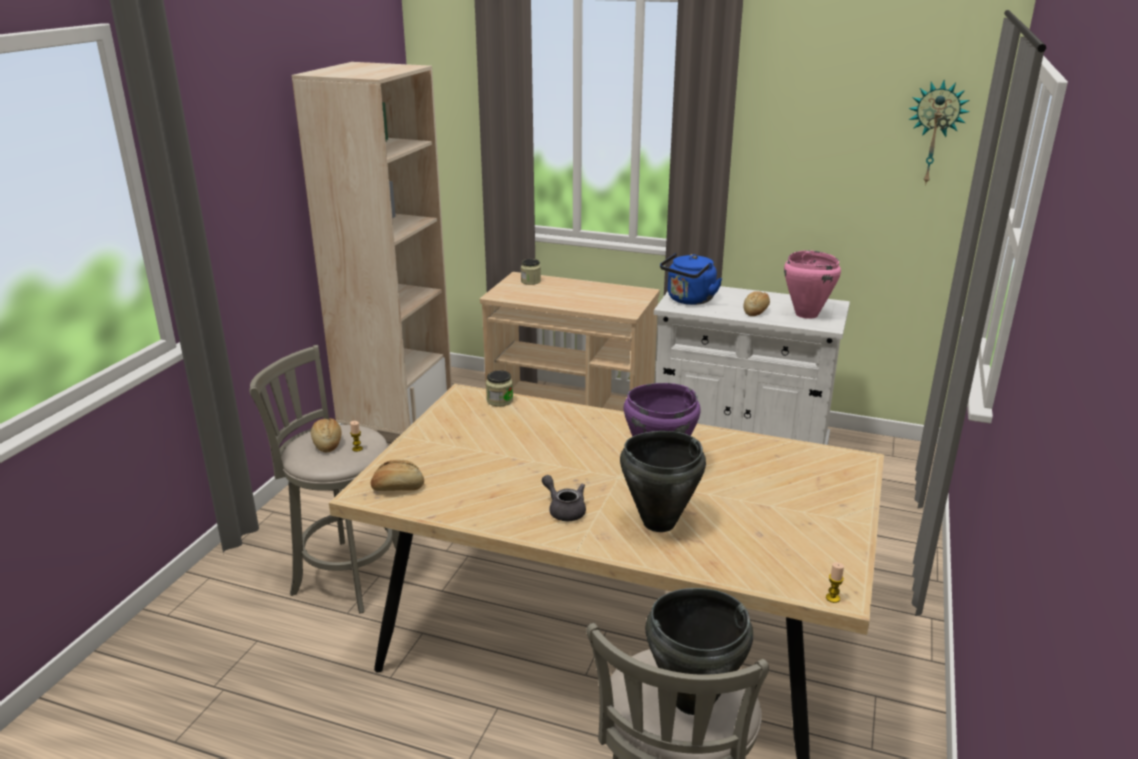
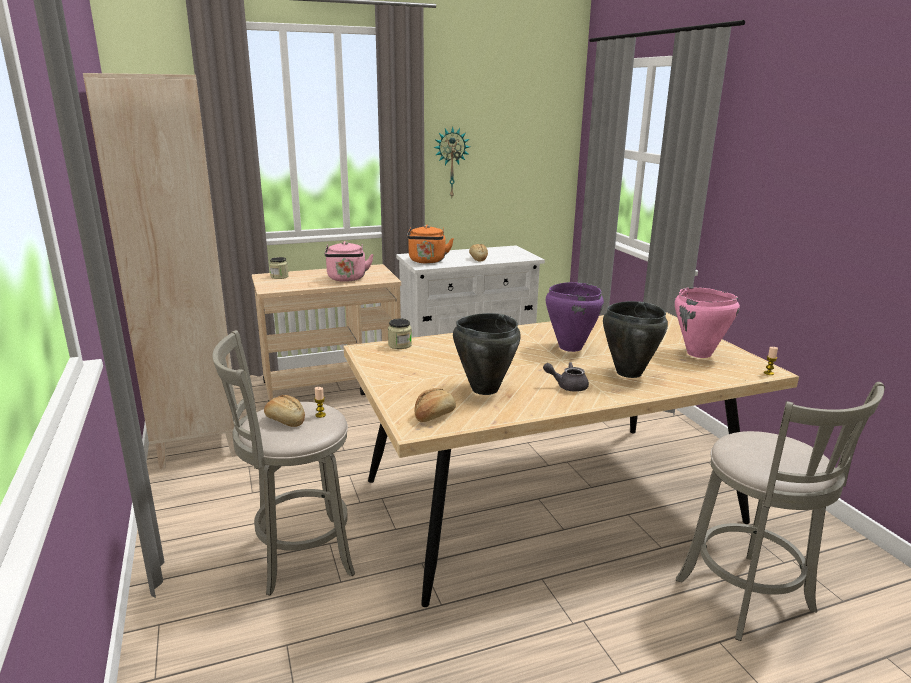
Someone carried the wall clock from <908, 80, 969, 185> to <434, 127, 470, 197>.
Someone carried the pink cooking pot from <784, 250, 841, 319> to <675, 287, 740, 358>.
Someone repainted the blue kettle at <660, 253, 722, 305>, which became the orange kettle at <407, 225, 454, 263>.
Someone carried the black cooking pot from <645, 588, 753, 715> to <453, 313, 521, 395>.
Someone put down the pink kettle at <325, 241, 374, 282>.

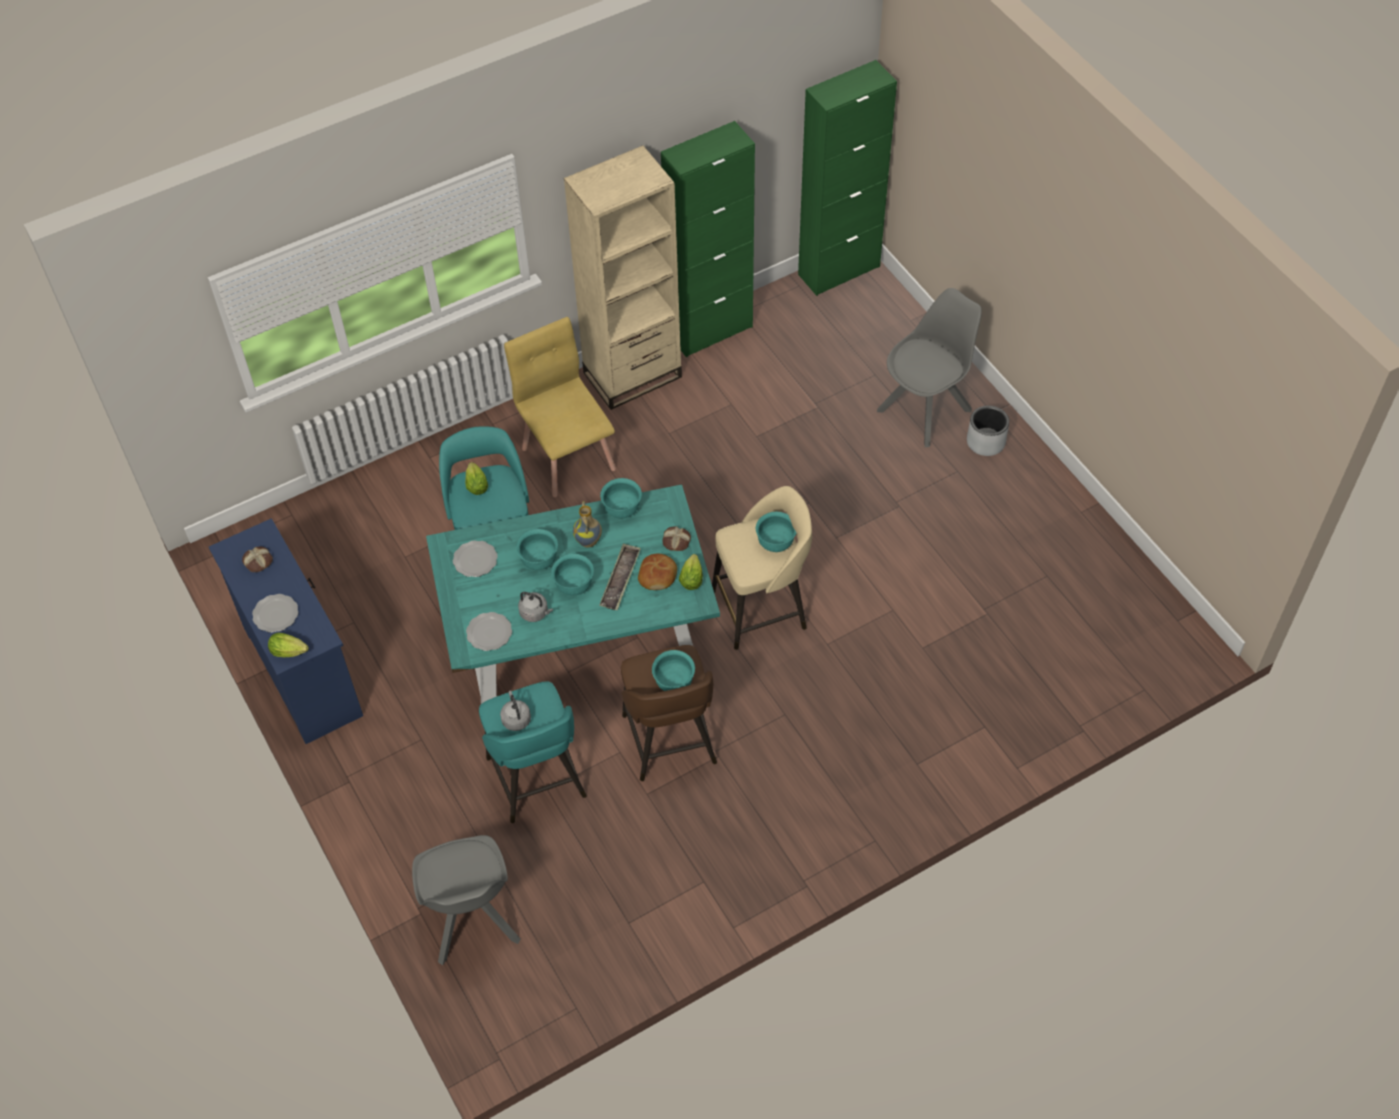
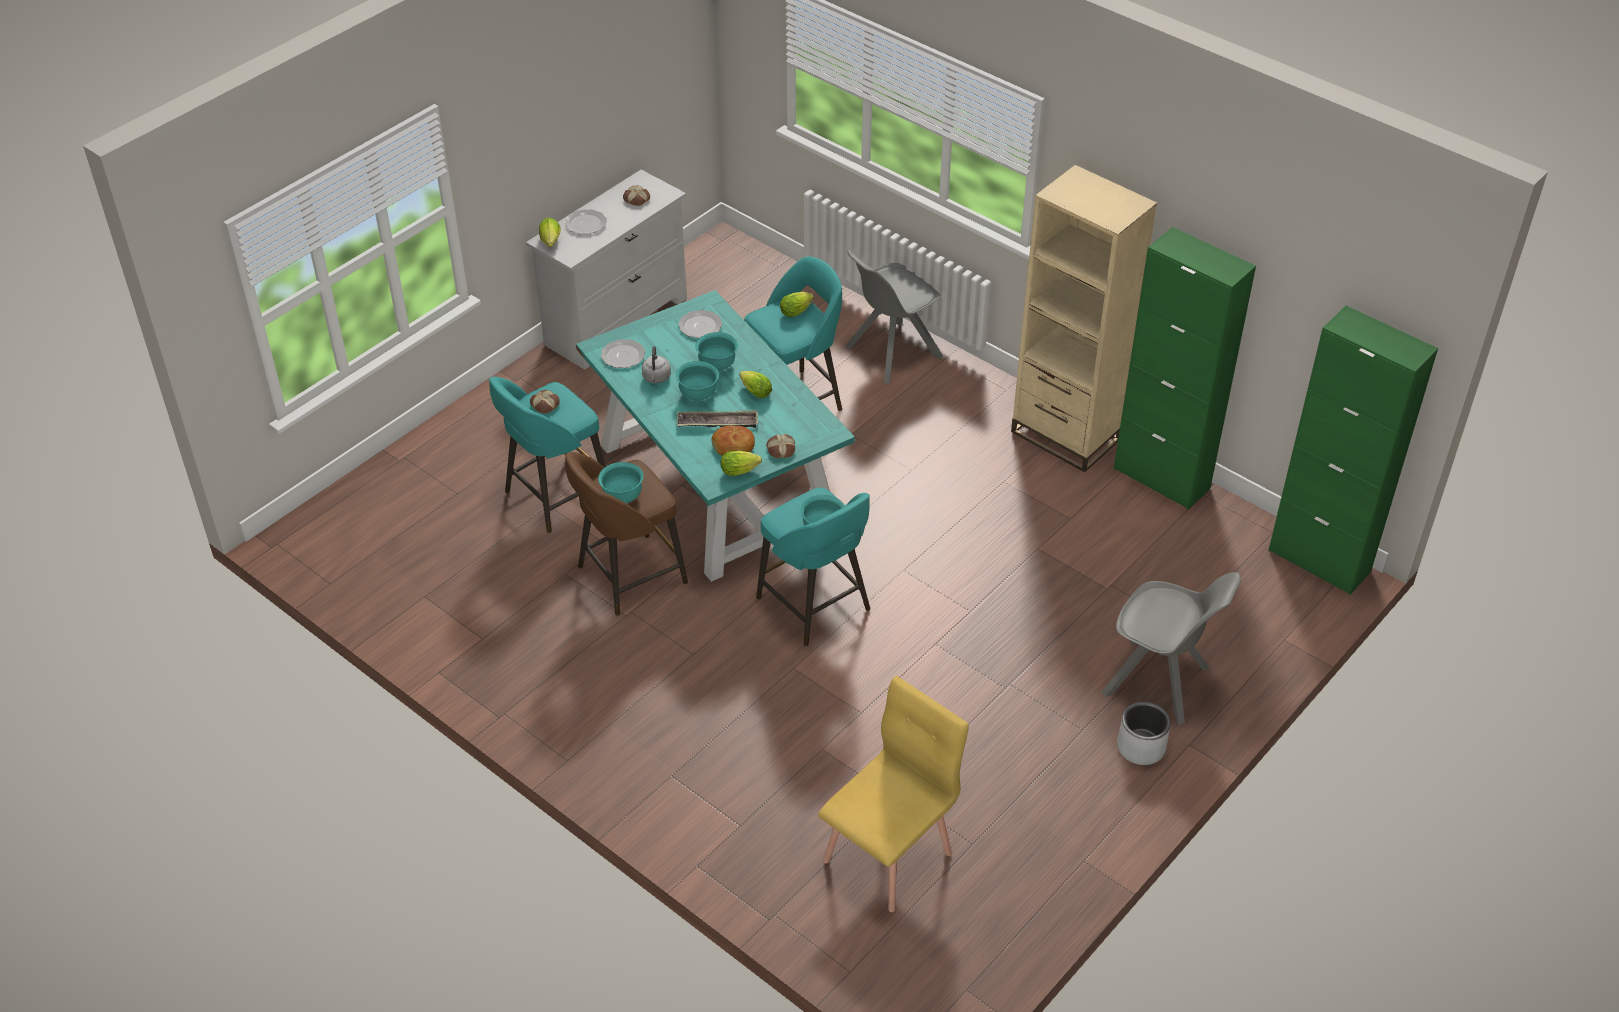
Someone carried the yellow chair from <504, 317, 616, 497> to <818, 676, 969, 912>.
Someone took away the turquoise bowl at <600, 478, 642, 518>.
Someone repainted the beige stool at <712, 486, 812, 650>, which became the turquoise stool at <756, 487, 870, 646>.
Someone swapped the vase at <573, 501, 602, 548> for the lettuce at <739, 371, 772, 398>.
Someone repainted the blue dresser at <209, 518, 363, 744>, which became the white dresser at <526, 170, 687, 370>.
Someone swapped the grey kettle at <500, 690, 531, 731> for the bread at <530, 390, 560, 414>.
Someone carried the grey chair from <412, 835, 520, 966> to <845, 249, 943, 384>.

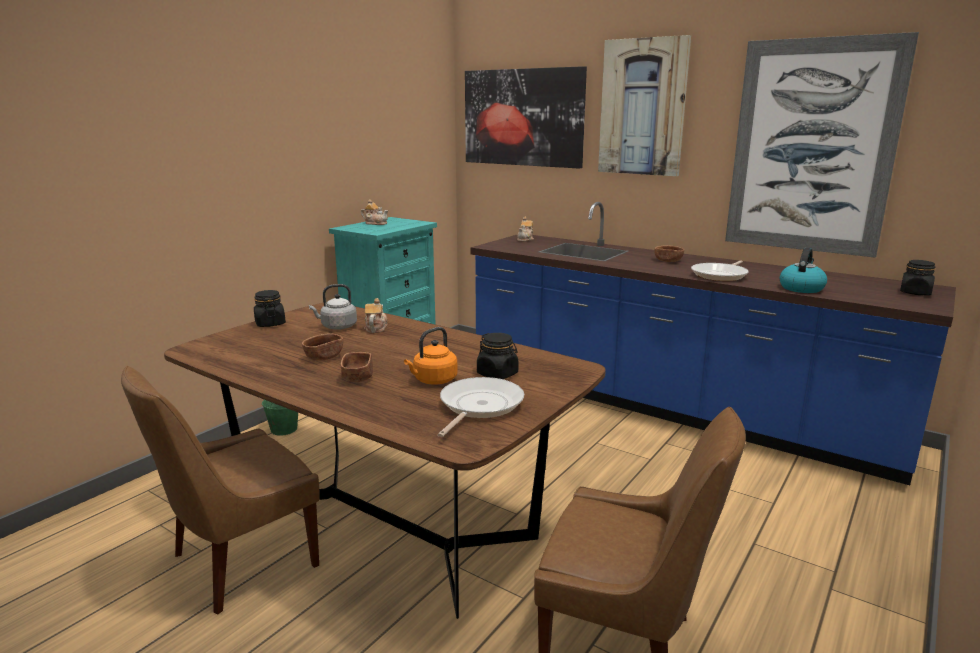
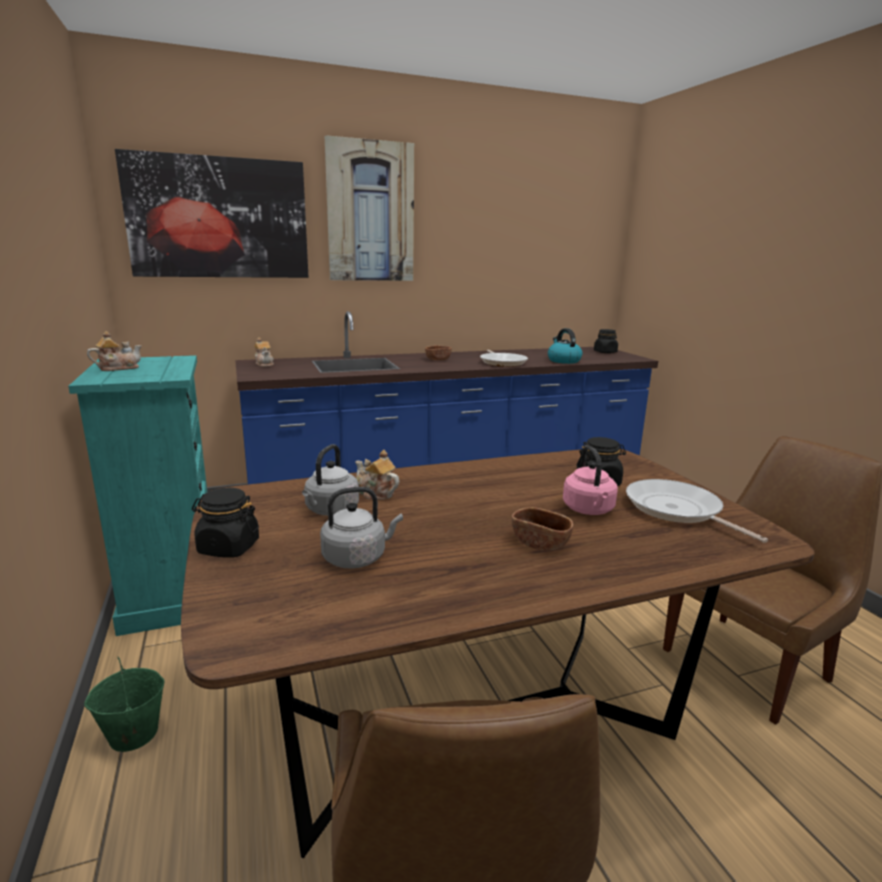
Someone took away the picture at <725, 32, 919, 258>.
Someone repainted the orange kettle at <404, 327, 458, 384>, which became the pink kettle at <563, 446, 618, 515>.
Someone took away the brown bowl at <302, 333, 343, 361>.
Someone put down the grey kettle at <320, 487, 403, 569>.

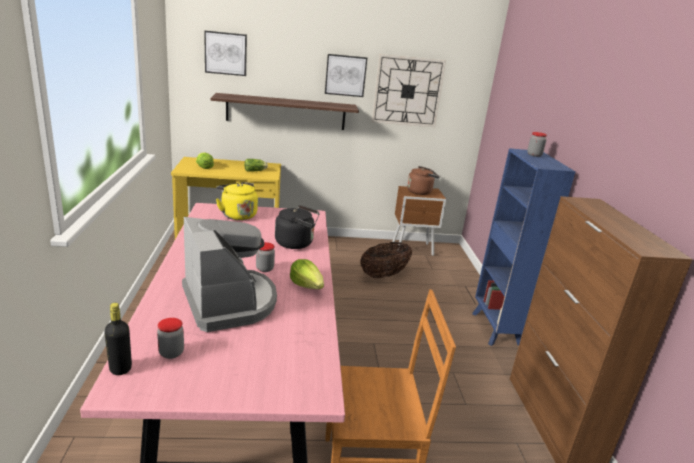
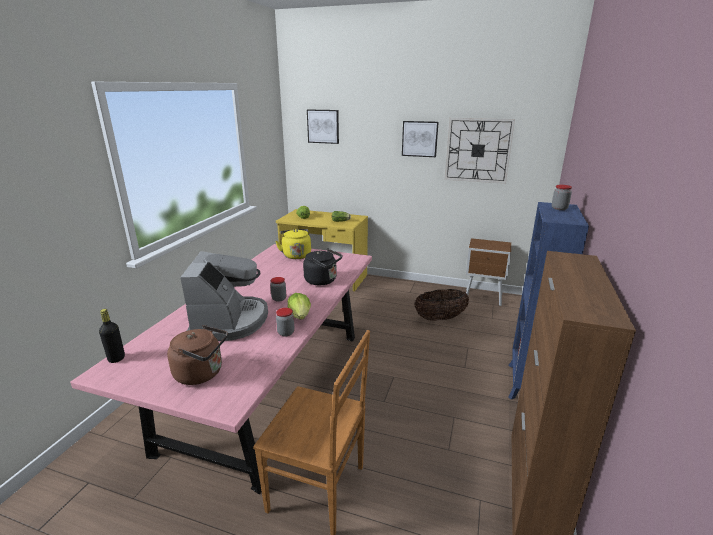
Someone took away the shelf at <210, 93, 359, 130>.
Someone carried the brown kettle from <407, 166, 440, 195> to <167, 325, 228, 385>.
Someone carried the jar from <157, 318, 184, 359> to <276, 308, 295, 337>.

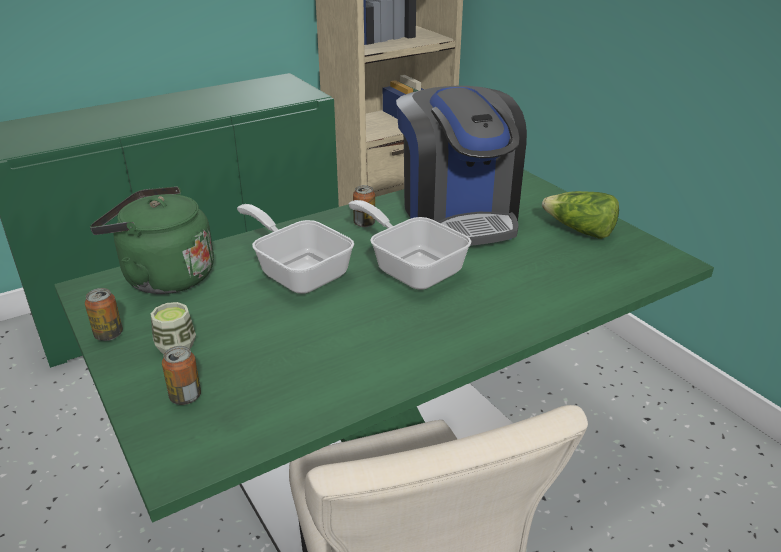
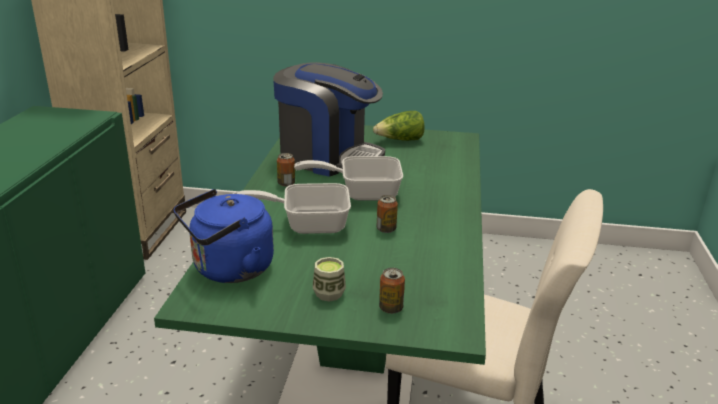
Someone repainted the green kettle at <90, 186, 214, 294>, which became the blue kettle at <174, 189, 274, 283>.
Someone carried the can from <85, 288, 123, 341> to <376, 195, 398, 233>.

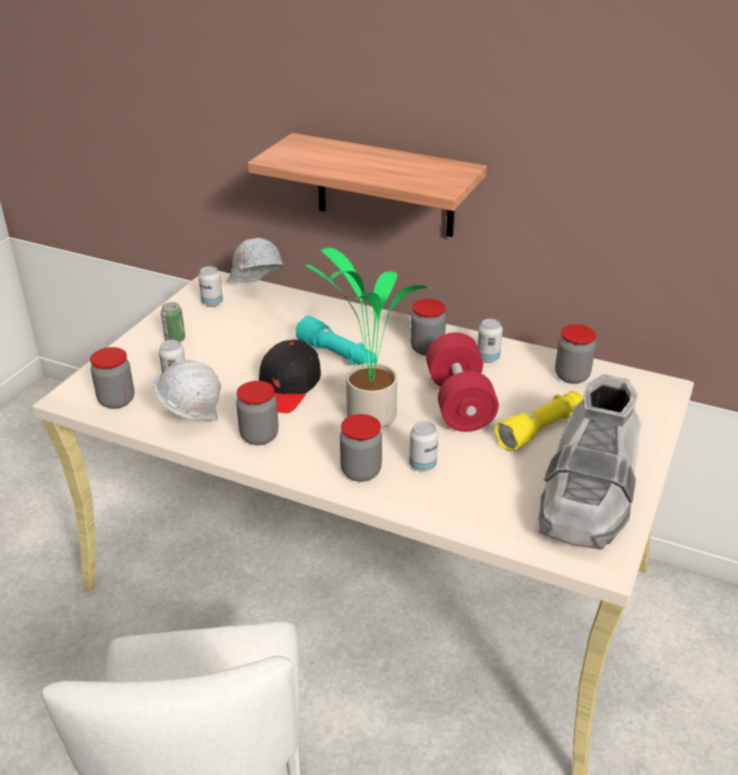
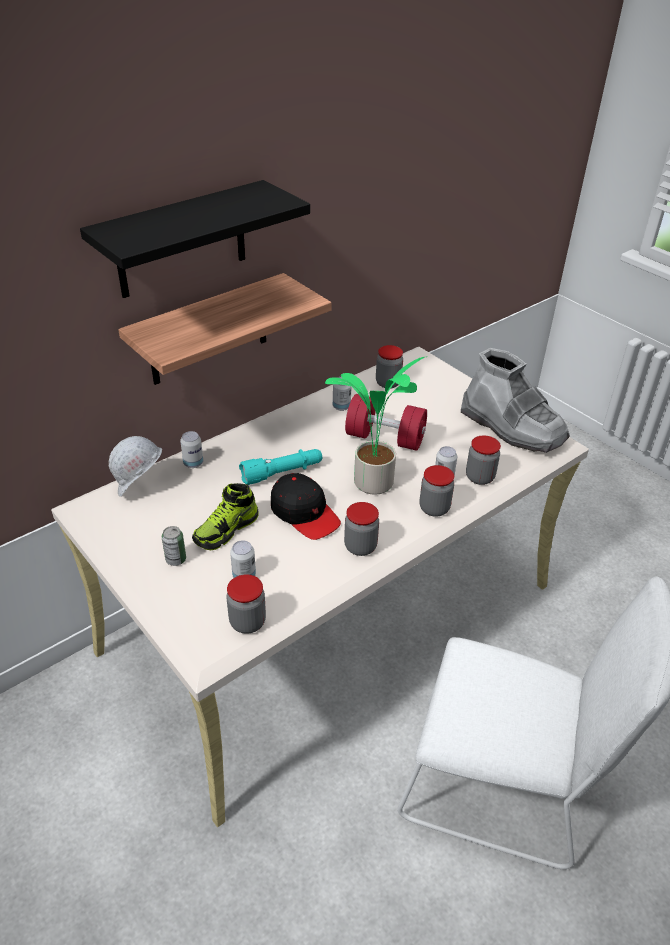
Someone carried the can from <198, 266, 223, 307> to <180, 431, 203, 468>.
Someone carried the jar from <410, 299, 446, 356> to <466, 435, 501, 485>.
Someone took away the white hard hat at <153, 360, 221, 421>.
Someone took away the yellow flashlight at <494, 391, 583, 452>.
Someone put up the black shelf at <80, 180, 310, 298>.
Someone put down the shoe at <192, 483, 259, 550>.

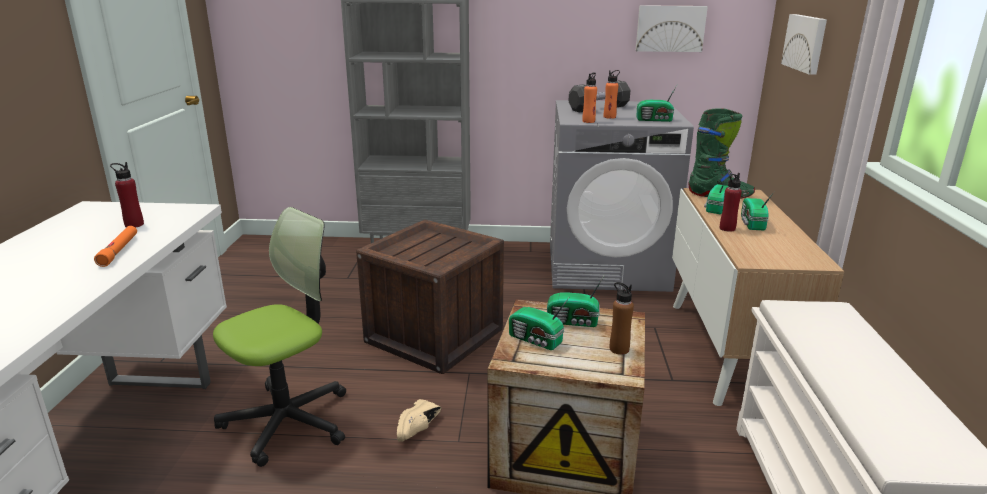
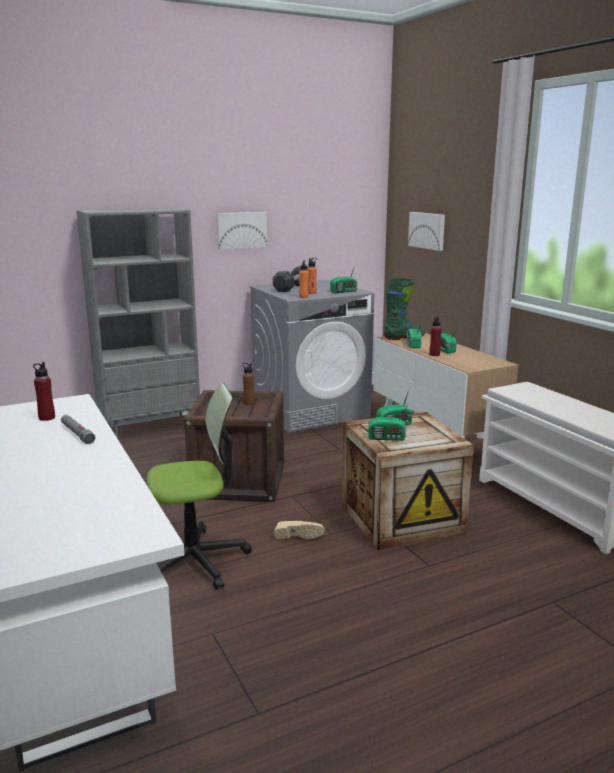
Someone carried the picture from <636, 5, 708, 52> to <216, 212, 267, 250>.
Someone rotated the office chair at <213, 207, 346, 467> by 60 degrees clockwise.
Someone repainted the orange flashlight at <94, 226, 137, 267>, which became the grey flashlight at <61, 415, 95, 444>.
Someone carried the brown bottle from <610, 282, 634, 355> to <242, 363, 255, 405>.
Someone rotated the beige shoe at <397, 399, 441, 442> by 75 degrees counterclockwise.

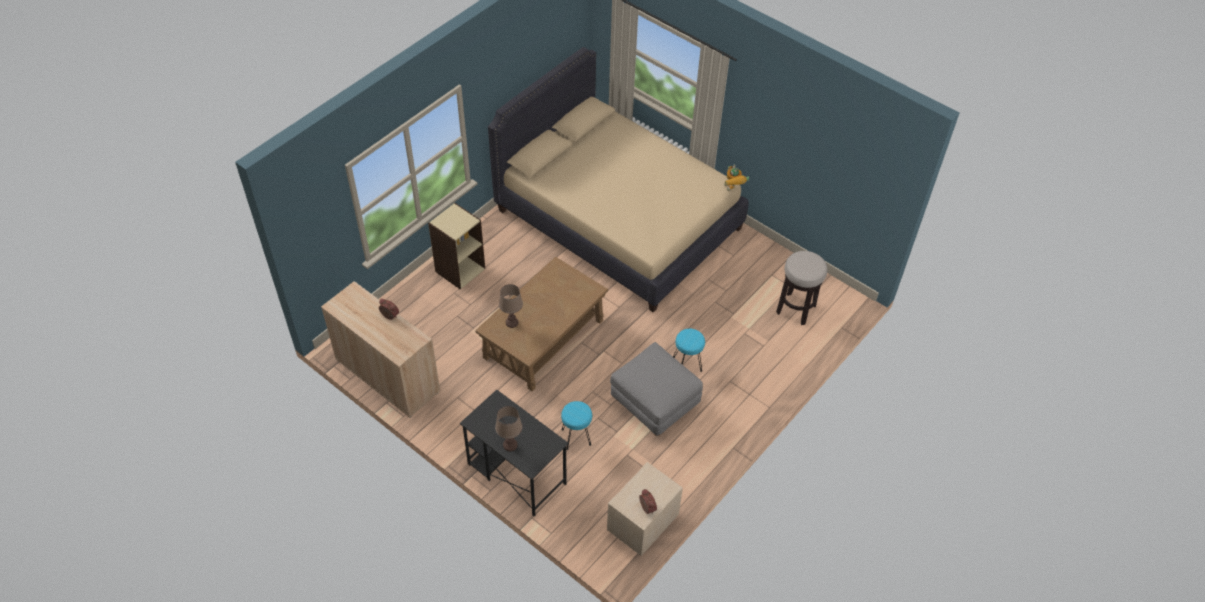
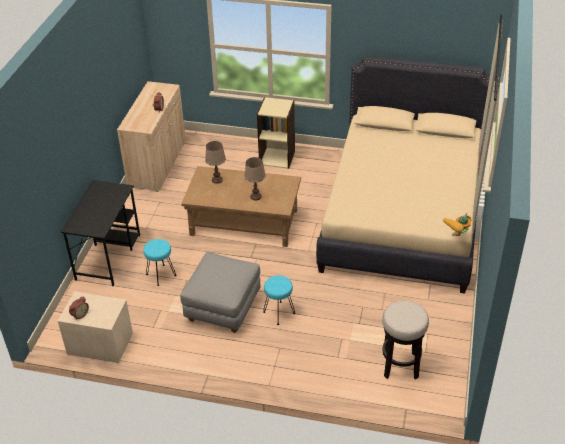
Someone carried the brown table lamp from <495, 406, 522, 451> to <244, 157, 266, 200>.

